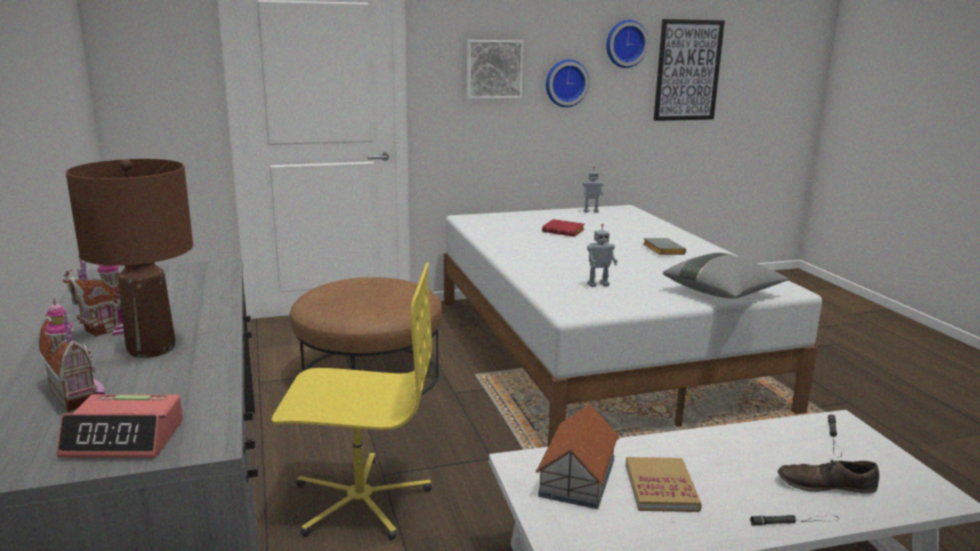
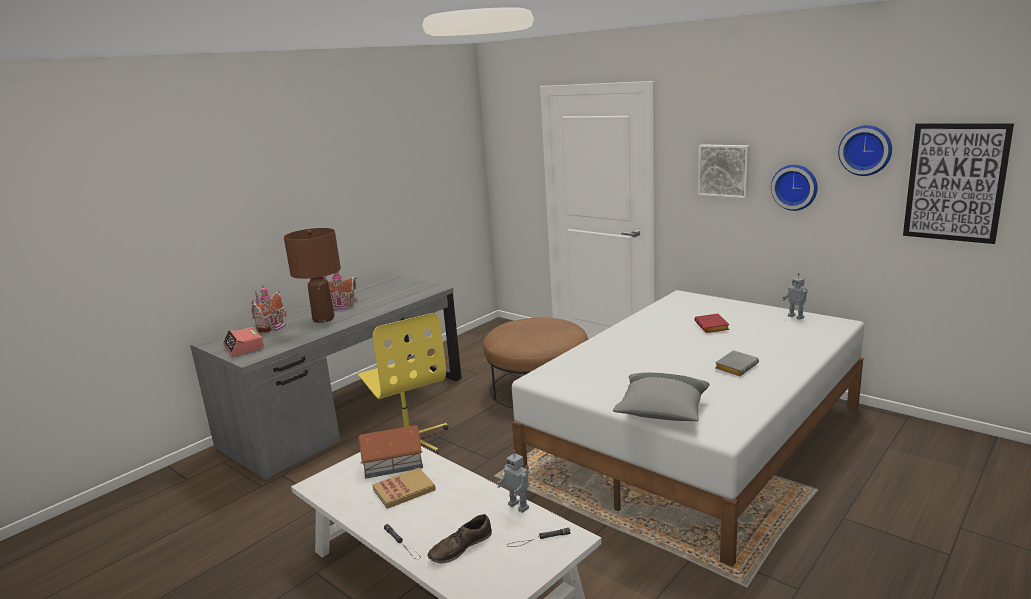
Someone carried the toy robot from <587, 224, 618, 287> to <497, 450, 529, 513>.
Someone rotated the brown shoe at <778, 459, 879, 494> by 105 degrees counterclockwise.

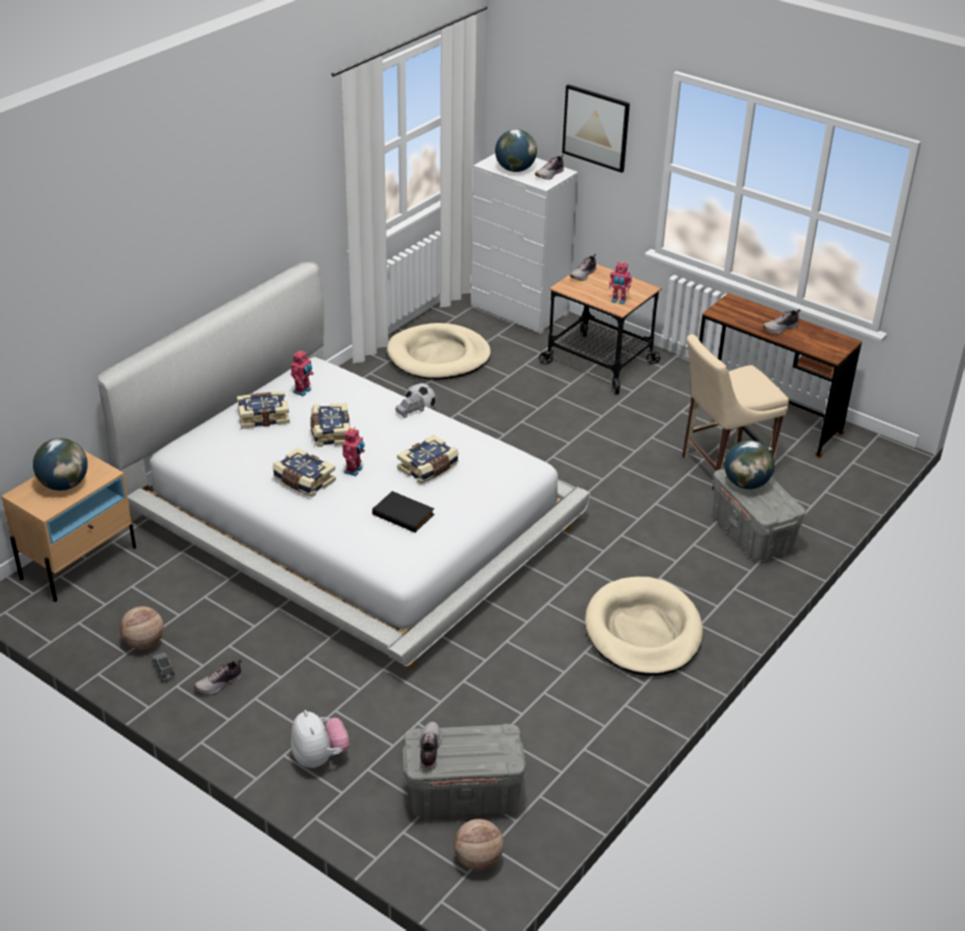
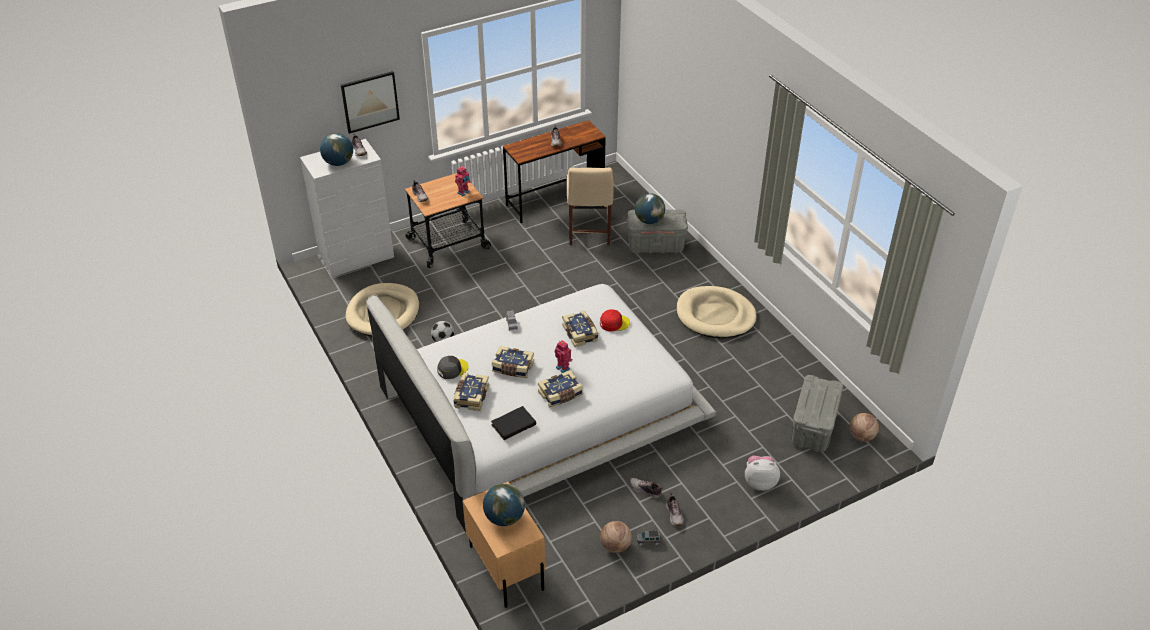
Someone swapped the toy robot at <291, 350, 314, 396> for the grey cap at <437, 356, 469, 379>.
Someone carried the black book from <372, 491, 434, 533> to <491, 406, 536, 440>.
Someone carried the shoe from <419, 722, 442, 770> to <630, 478, 663, 498>.
Someone put down the red cap at <600, 309, 630, 331>.

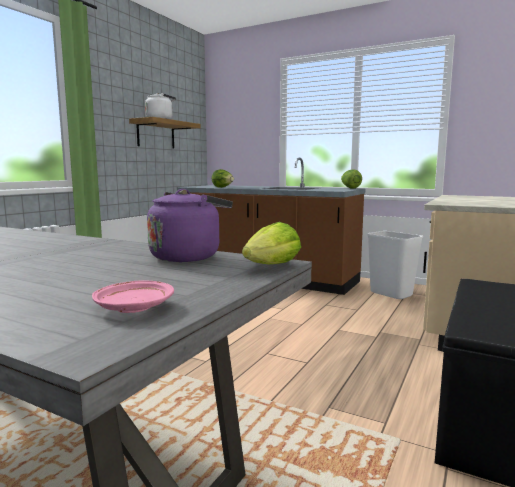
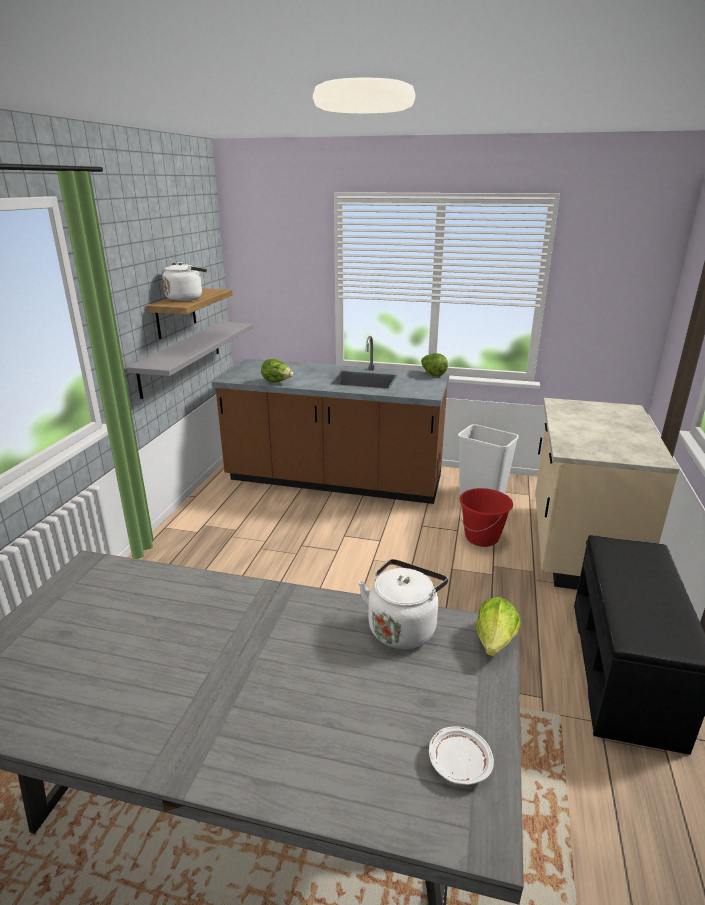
Someone repainted the purple kettle at <147, 189, 233, 262>, which became the white kettle at <358, 559, 448, 649>.
Someone repainted the pink plate at <92, 281, 174, 313>, which became the white plate at <429, 726, 494, 785>.
Someone put up the grey shelf at <127, 322, 253, 399>.
Someone put down the red bucket at <459, 488, 513, 547>.

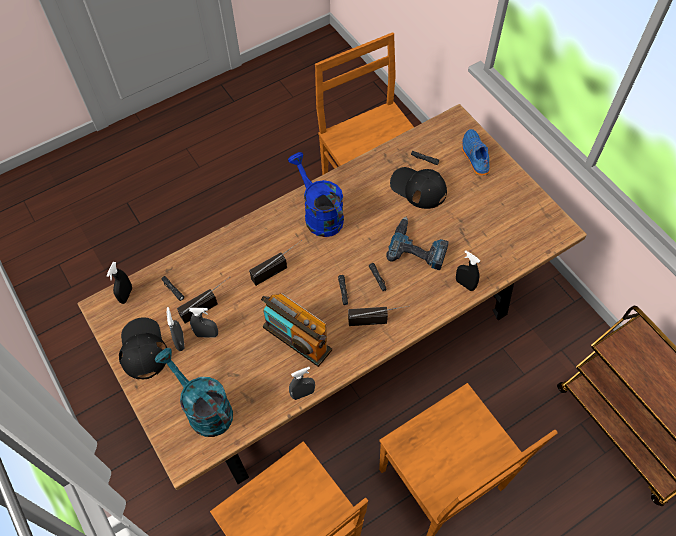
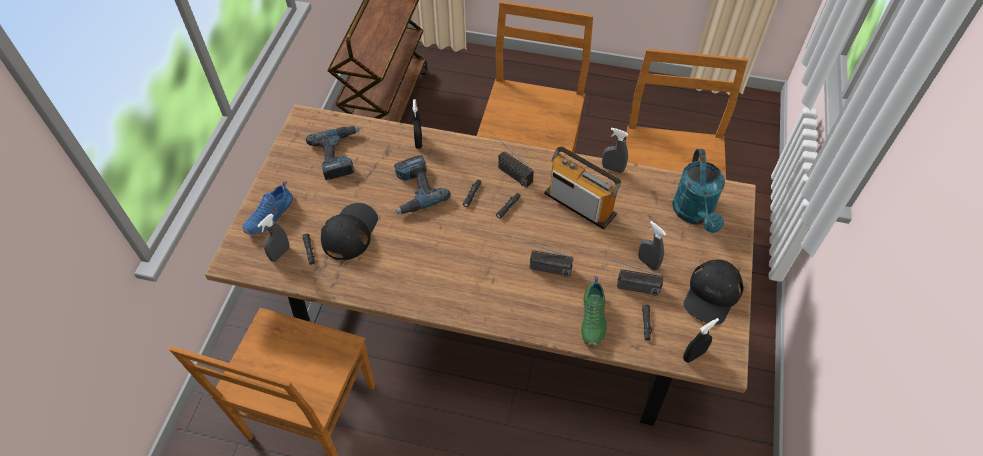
Someone took away the blue watering can at <288, 152, 344, 237>.
Someone rotated the black cap at <390, 167, 447, 209> by 150 degrees counterclockwise.
Someone rotated the radio at <261, 293, 332, 367> by 45 degrees counterclockwise.
Someone carried the grey spray bottle from <167, 307, 185, 351> to <257, 214, 289, 262>.
Someone put down the power drill at <306, 126, 361, 180>.
Someone put down the green shoe at <580, 276, 607, 346>.

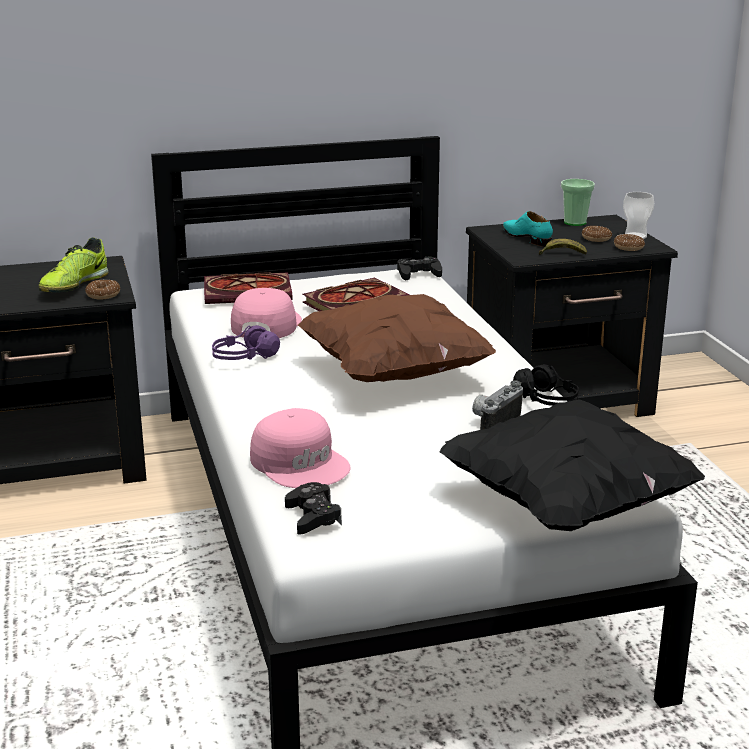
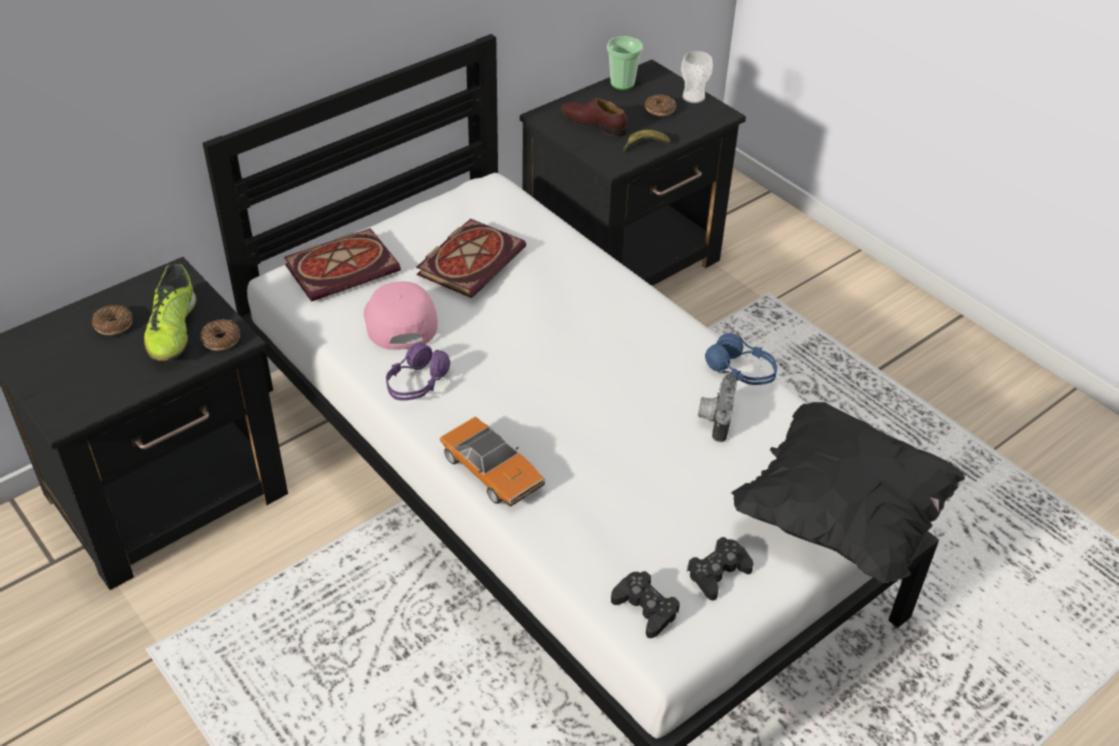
Someone repainted the turquoise shoe at <503, 211, 553, 247>, which became the brown shoe at <561, 98, 627, 137>.
Someone carried the donut from <614, 234, 645, 251> to <92, 305, 133, 335>.
Someone carried the black game controller from <397, 256, 442, 280> to <687, 537, 754, 601>.
Someone took away the brown pillow at <298, 294, 496, 382>.
Someone repainted the black headphones at <513, 364, 579, 406>, which became the blue headphones at <705, 333, 777, 385>.
Someone took away the pink cap at <250, 408, 350, 488>.
Someone put down the toy car at <439, 417, 545, 507>.

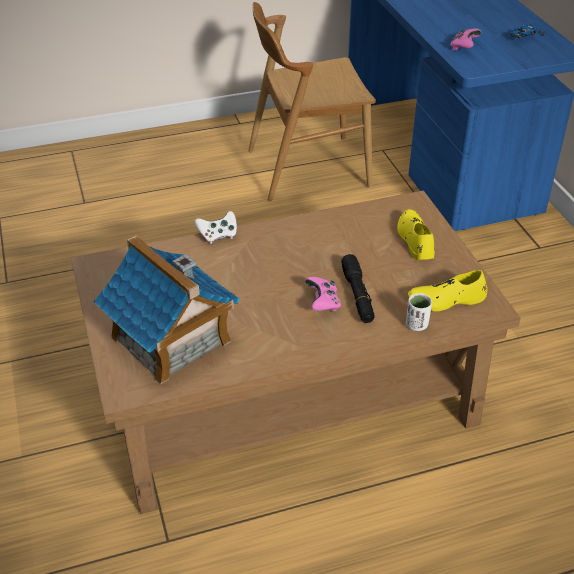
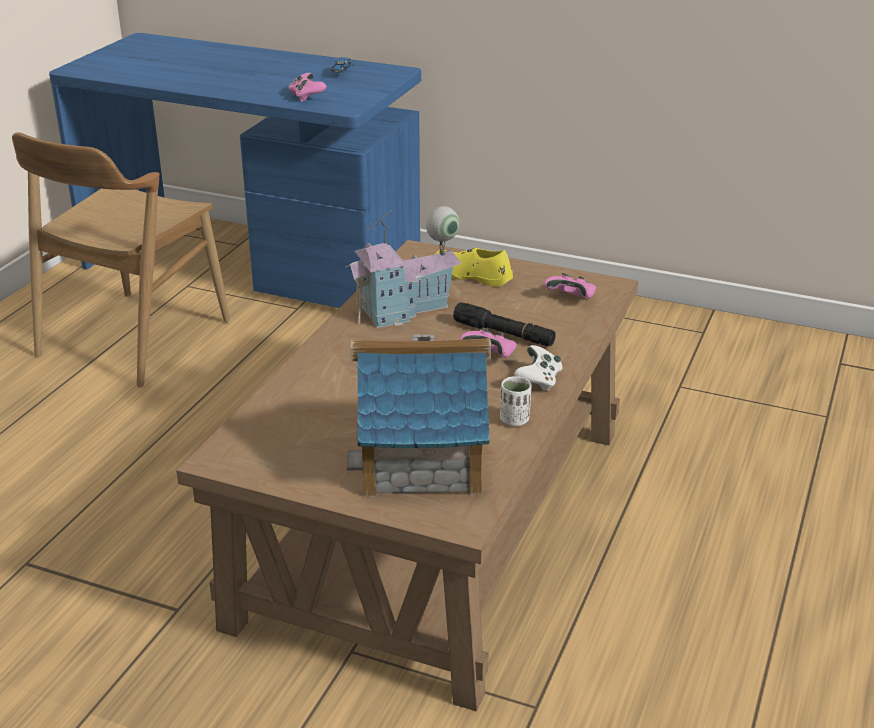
Someone carried the white game controller from <195, 211, 237, 244> to <514, 345, 562, 391>.
Someone swapped the yellow shoe at <408, 270, 488, 311> for the pink game controller at <544, 273, 596, 299>.
Someone carried the white cup from <406, 293, 432, 331> to <500, 376, 531, 426>.
Someone put down the toy house at <345, 206, 462, 328>.

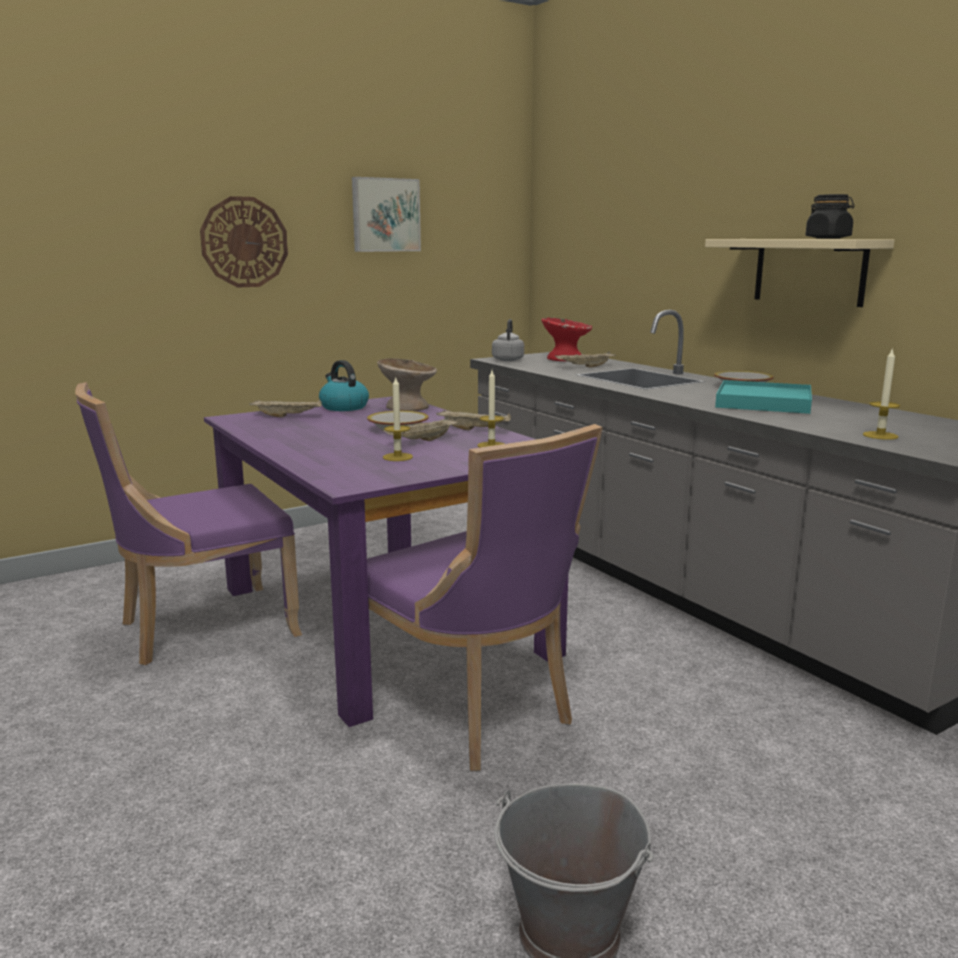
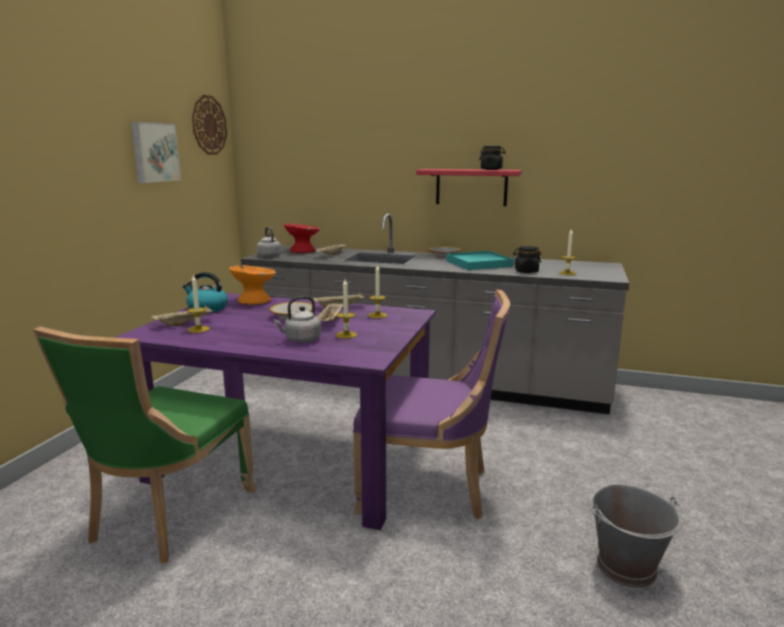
Someone carried the wall clock from <200, 196, 288, 288> to <192, 95, 227, 155>.
Someone repainted the beige shelf at <705, 239, 895, 307>, which became the red shelf at <416, 169, 522, 206>.
Someone repainted the beige bowl at <377, 358, 437, 411>, which became the orange bowl at <229, 265, 276, 305>.
Someone repainted the purple chair at <75, 382, 302, 665>, which became the green chair at <33, 326, 257, 564>.
Someone put down the black jar at <513, 246, 541, 273>.
Someone put down the candle at <187, 275, 210, 333>.
Someone put down the grey kettle at <273, 296, 321, 343>.

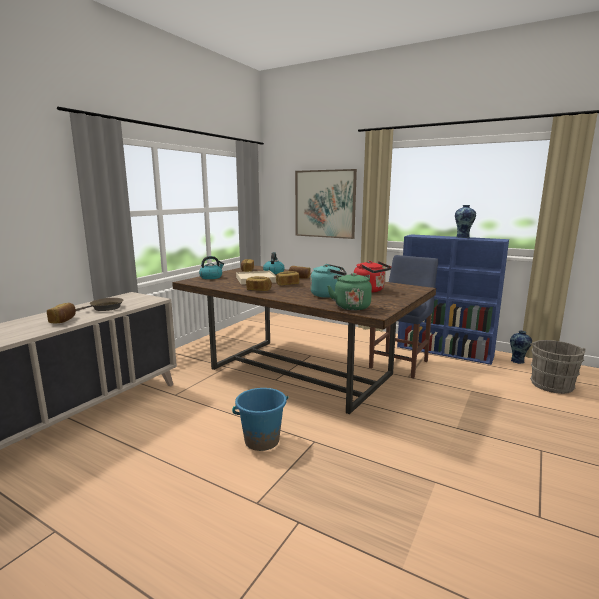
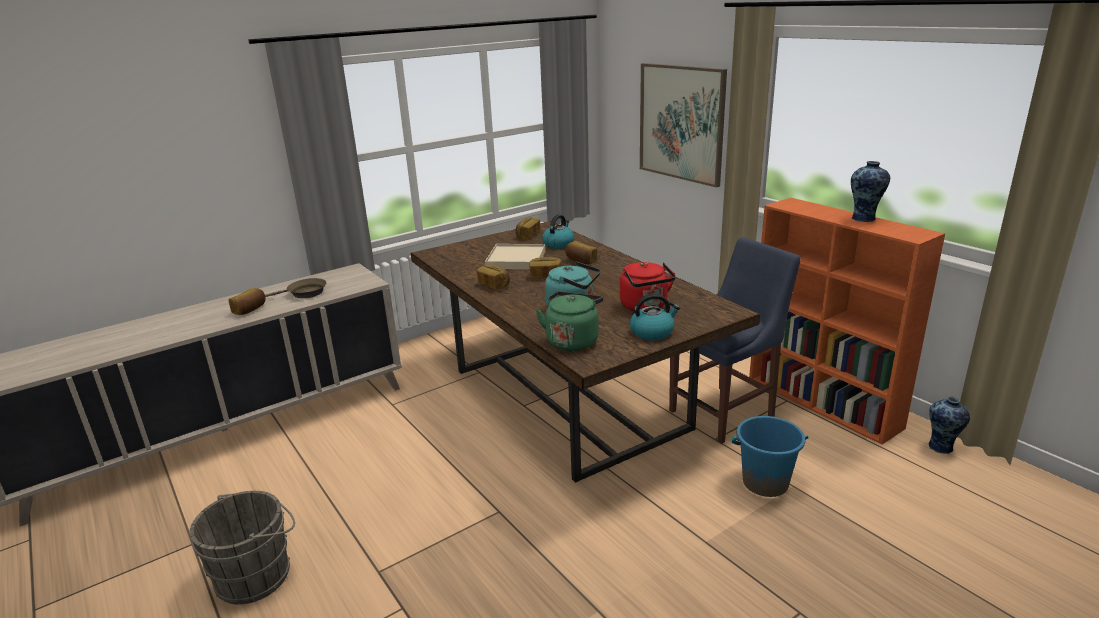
Someone repainted the blue bookcase at <397, 234, 509, 365>, which became the orange bookcase at <749, 198, 945, 445>.
Someone carried the kettle from <199, 256, 224, 279> to <630, 294, 680, 340>.
Someone carried the grey bucket from <530, 340, 586, 394> to <190, 491, 295, 605>.
Someone carried the blue bucket from <232, 388, 288, 451> to <732, 416, 809, 497>.

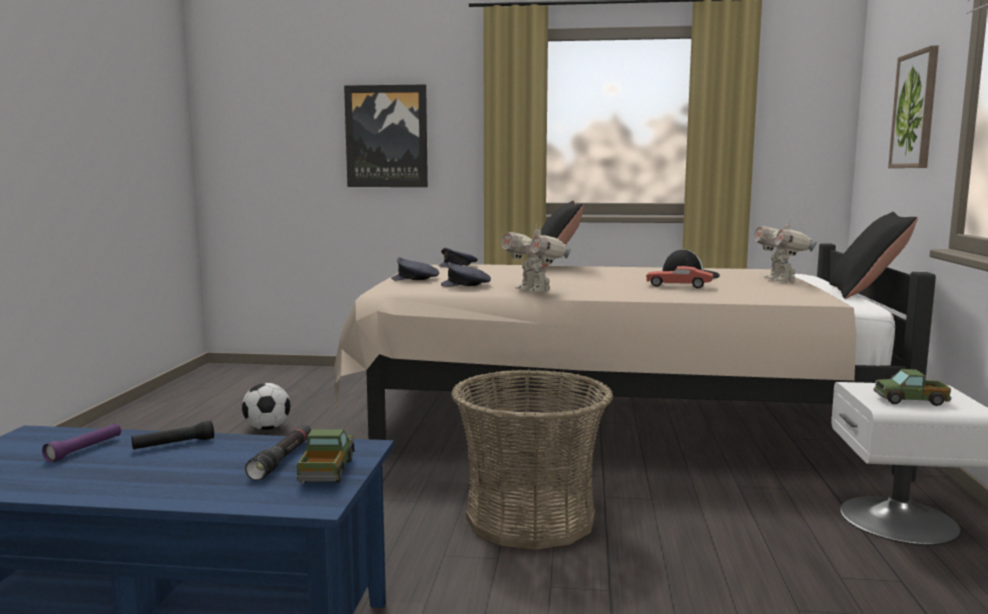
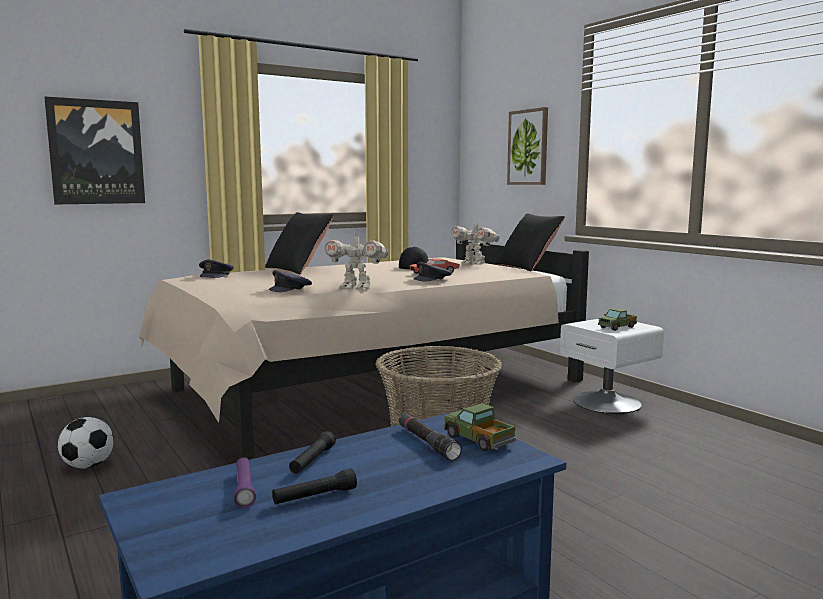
Someone carried the grey cap from <391, 257, 439, 280> to <414, 262, 452, 281>.
Someone put down the black flashlight at <272, 469, 357, 505>.

